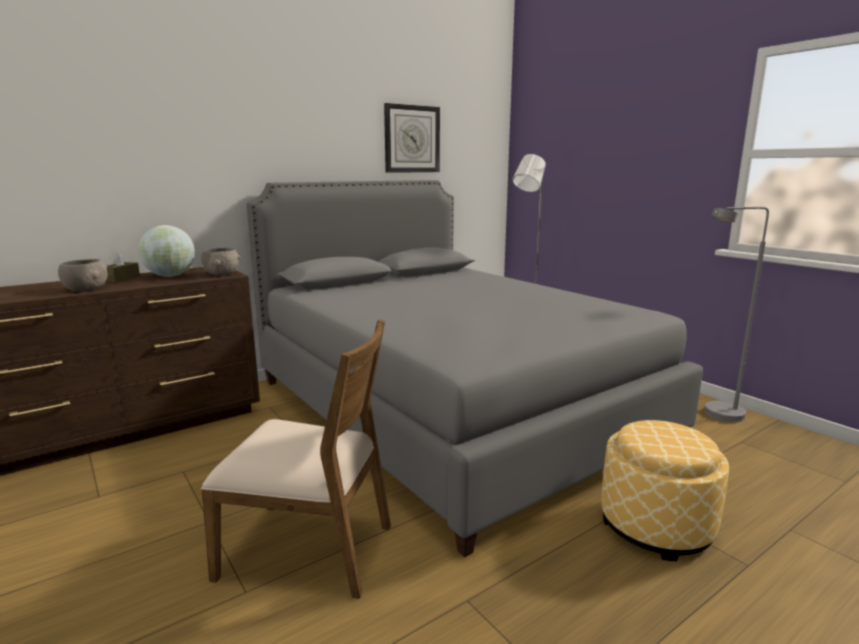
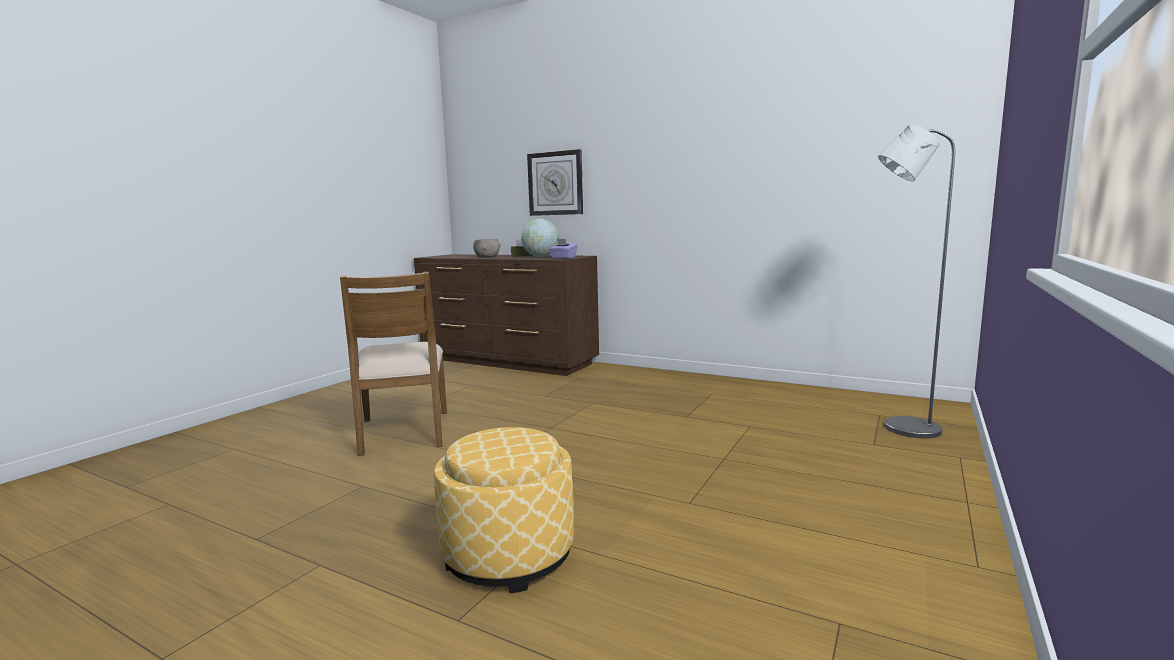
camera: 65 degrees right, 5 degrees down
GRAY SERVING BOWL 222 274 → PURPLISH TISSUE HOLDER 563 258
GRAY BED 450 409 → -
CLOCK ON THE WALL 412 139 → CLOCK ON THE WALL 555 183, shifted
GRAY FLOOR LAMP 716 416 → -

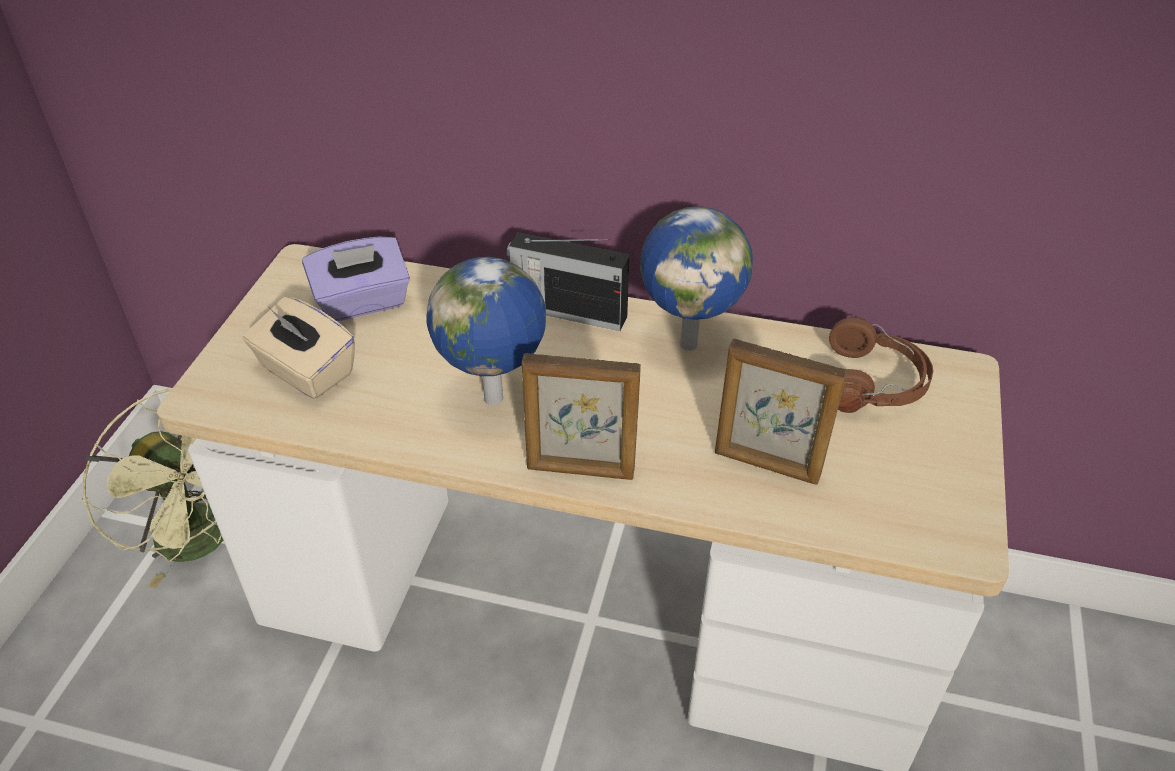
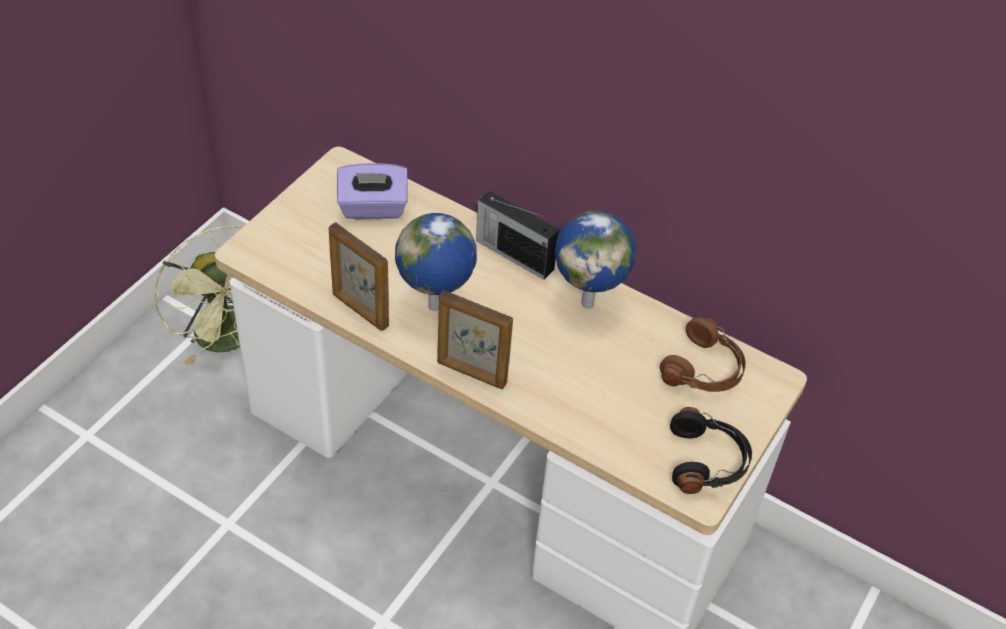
camera: 15 degrees right, 5 degrees up
BEIGE-COLOURED TISSUE HOLDER 306 371 → -
STANDING FRAME 766 465 → STANDING FRAME 360 310, shifted
- → BLACK HEADSET 707 462

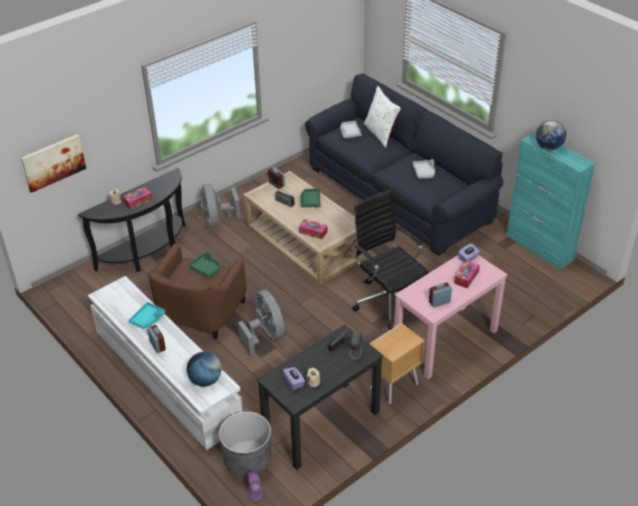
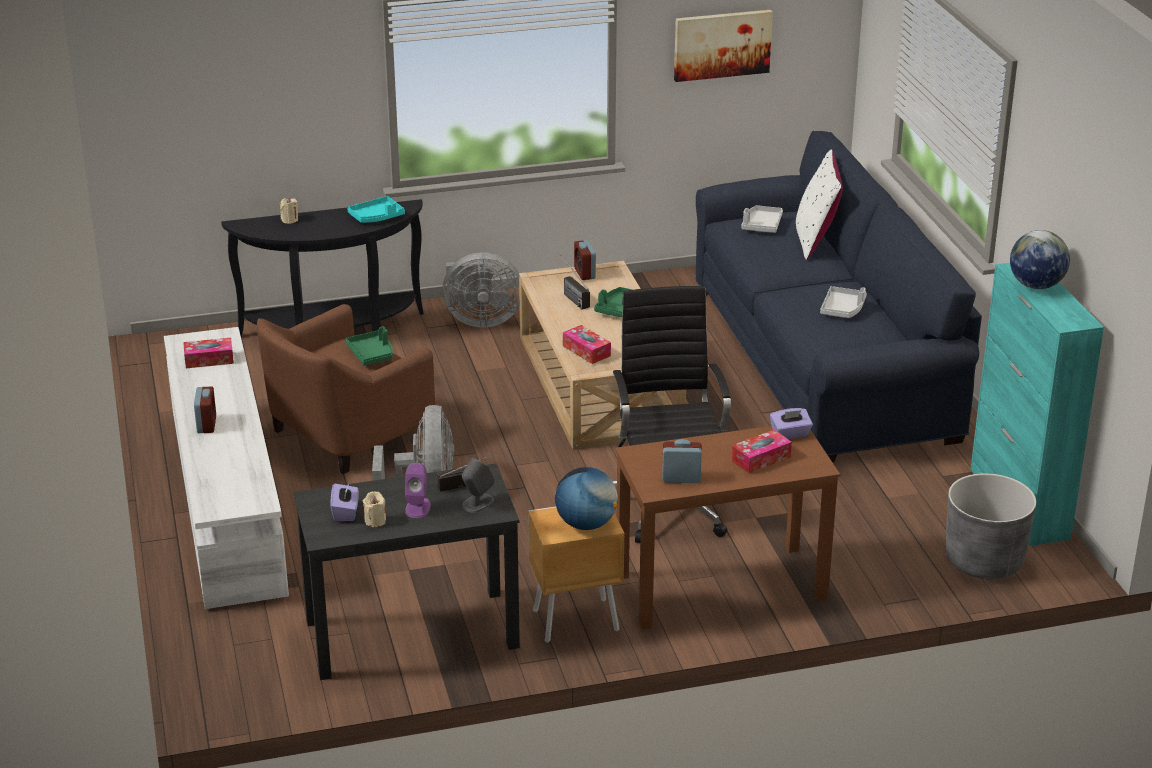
camera: 25 degrees right, 10 degrees down
PICTURE 53 162 → PICTURE 722 44, shifted
TISSUE HOLDER 138 201 → TISSUE HOLDER 209 359, shifted
TURQUOISE-COLOURED SERVING TRAY 148 319 → TURQUOISE-COLOURED SERVING TRAY 377 217, shifted
DESK GLOBE 205 380 → DESK GLOBE 586 524, shifted
GRAY FAN 217 220 → GRAY FAN 480 320, 105 degrees counterclockwise
GRAY FLOWER POT 248 460 → GRAY FLOWER POT 984 560, shifted
PURPLISH AUDIO SPEAKER 254 492 → PURPLISH AUDIO SPEAKER 418 507, shifted
PINK DESK 445 341 → BROWN-COLOURED DESK 720 586

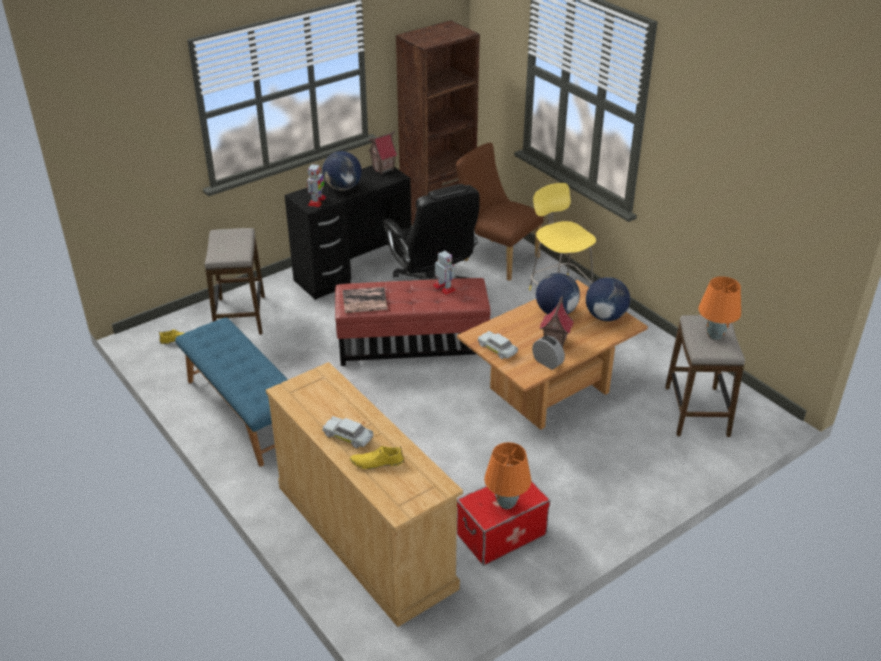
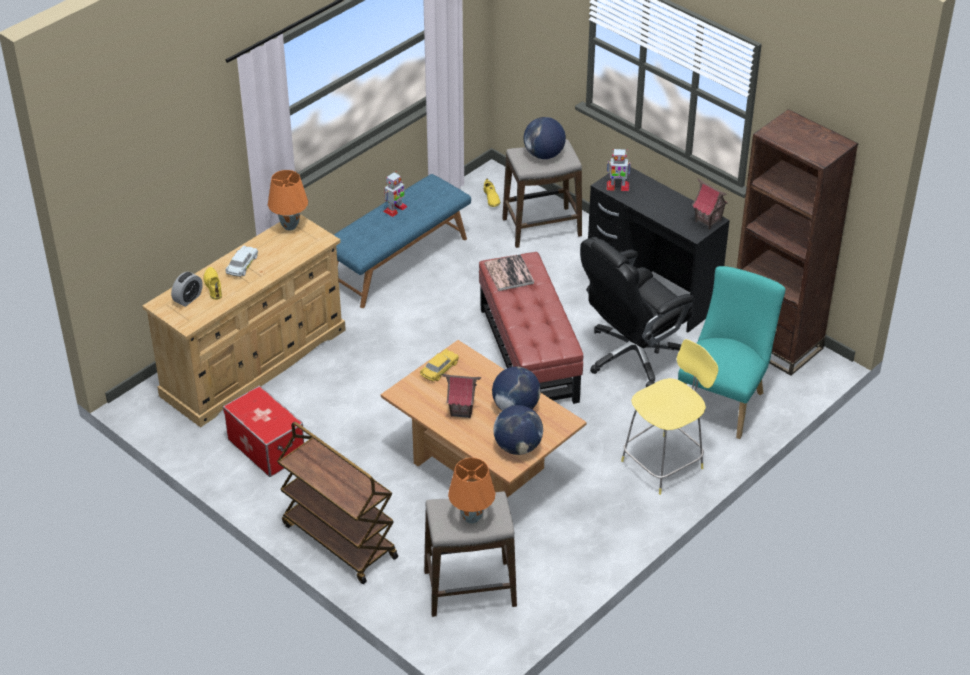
camera: 80 degrees right, 5 degrees up
DESK GLOBE 343 188 → DESK GLOBE 544 155, shifted
ROBOT FIGURE 444 288 → ROBOT FIGURE 395 209, shifted
BROWN-COLOURED PLAIN CHAIR 496 257 → TURQUOISE-COLOURED PLAIN CHAIR 724 401
WHITE-COLOURED MINIATURE CAR 497 349 → YELLOW-COLOURED MINIATURE CAR 439 369
ORANGE TABLETOP LAMP 506 503 → ORANGE TABLETOP LAMP 290 226, shifted
BEDSIDE CLOCK 547 362 → BEDSIDE CLOCK 188 299, shifted
- → BROWN-COLOURED TROLLEY 338 541

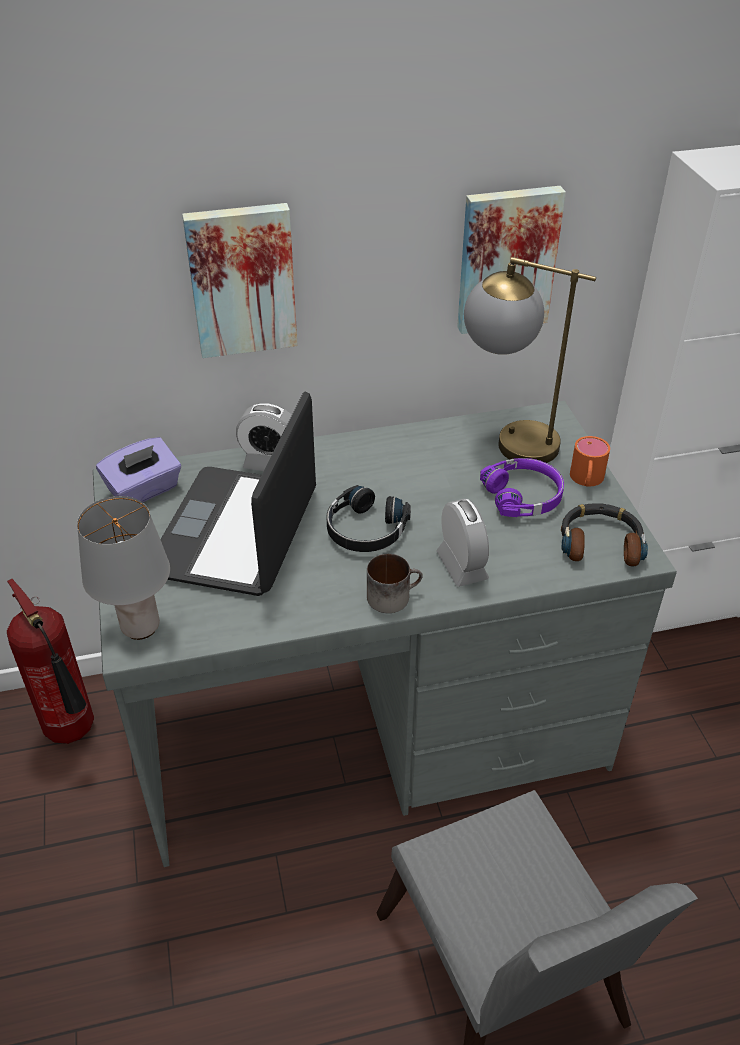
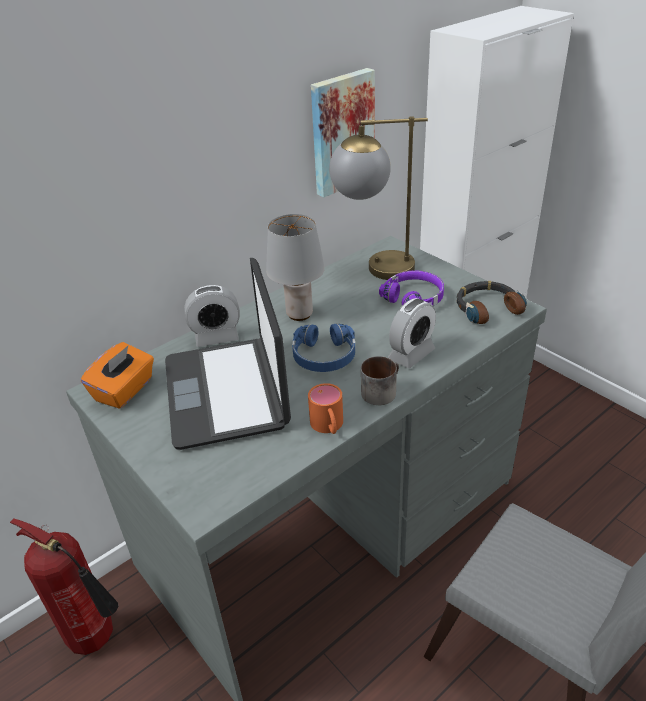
camera: 25 degrees left, 5 degrees down
GRAY TABLETOP LAMP 141 627 → GRAY TABLETOP LAMP 300 314, shifted
PURPLISH TISSUE HOLDER 144 490 → ORANGE TISSUE HOLDER 125 390
PICTURE 242 279 → -
BLACK HEADSET 365 530 → BLUE HEADSET 324 356
BEDSIDE CLOCK 462 566 → BEDSIDE CLOCK 411 354, 90 degrees clockwise
ORANGE COFFEE MUG 586 480 → ORANGE COFFEE MUG 328 426, shifted

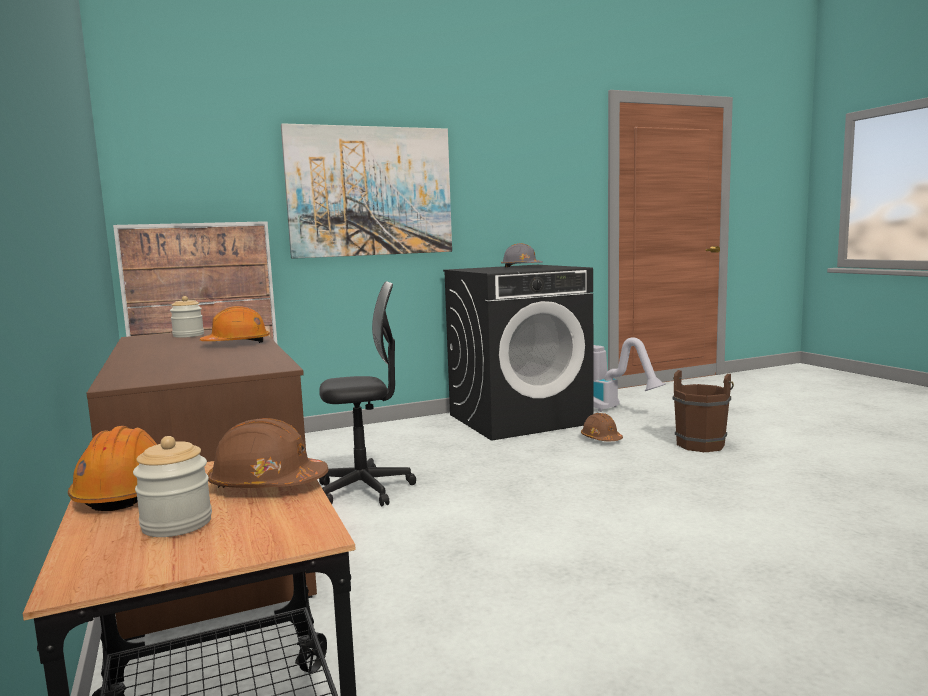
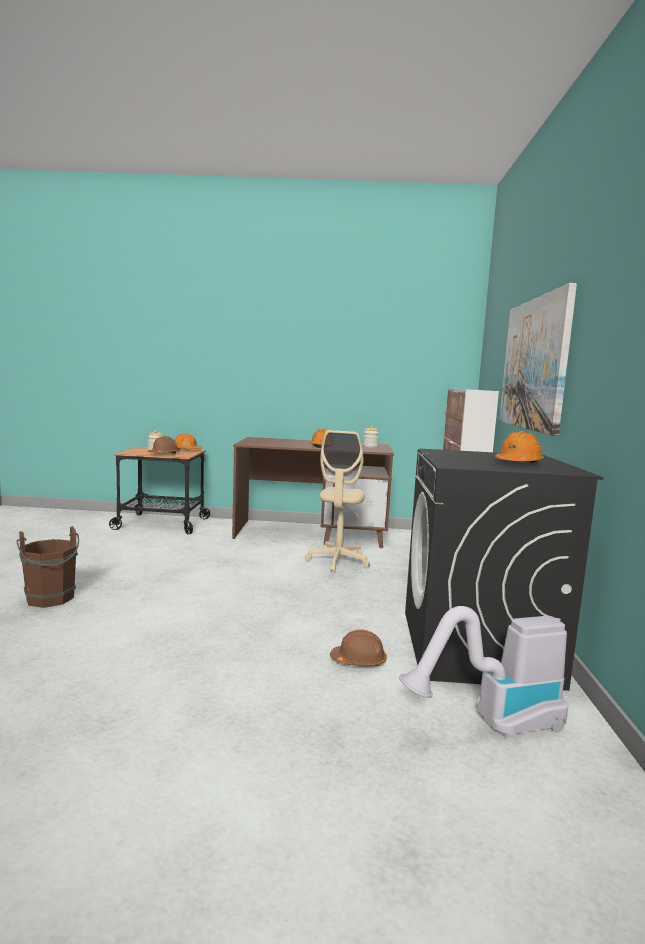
camera: 115 degrees right, 0 degrees up
BLACK OFFICE CHAIR 365 490 → BEIGE-COLOURED OFFICE CHAIR 338 561
GRAY HARD HAT 521 267 → ORANGE HARD HAT 518 463
BROWN-COLOURED BUCKET 701 444 → BROWN-COLOURED BUCKET 50 600, shifted

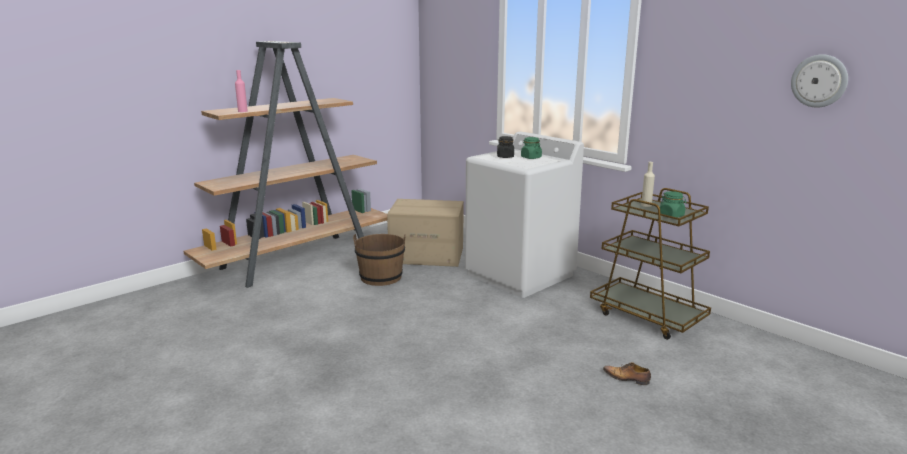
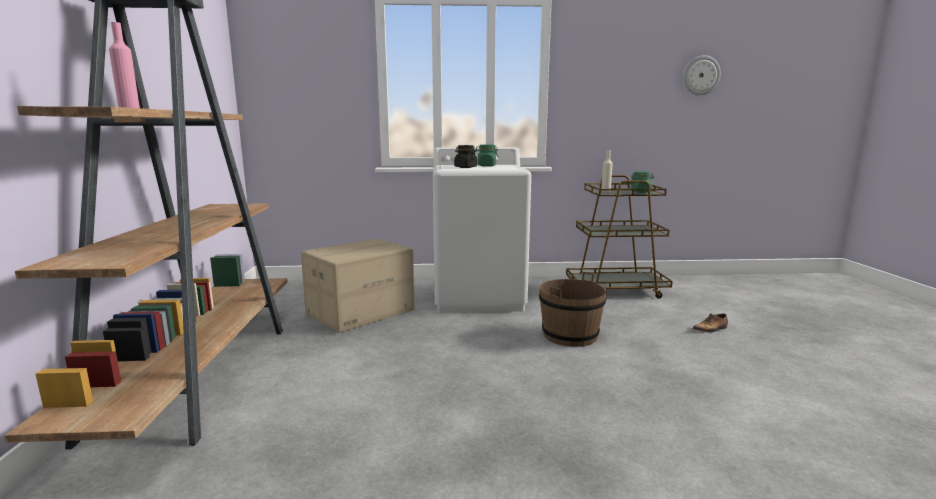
camera: 50 degrees left, 5 degrees down
BROWN-COLOURED BUCKET 381 277 → BROWN-COLOURED BUCKET 569 335, shifted

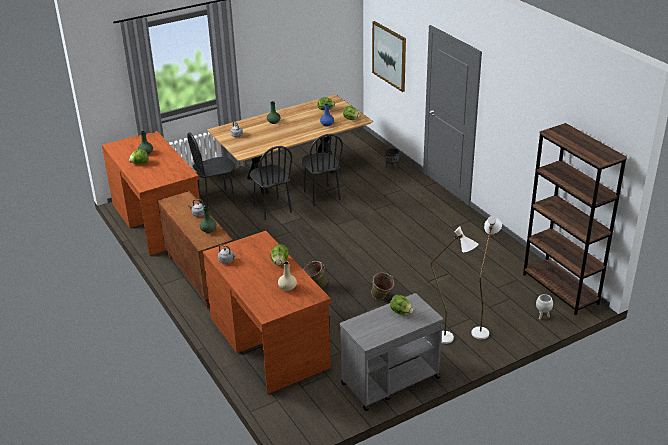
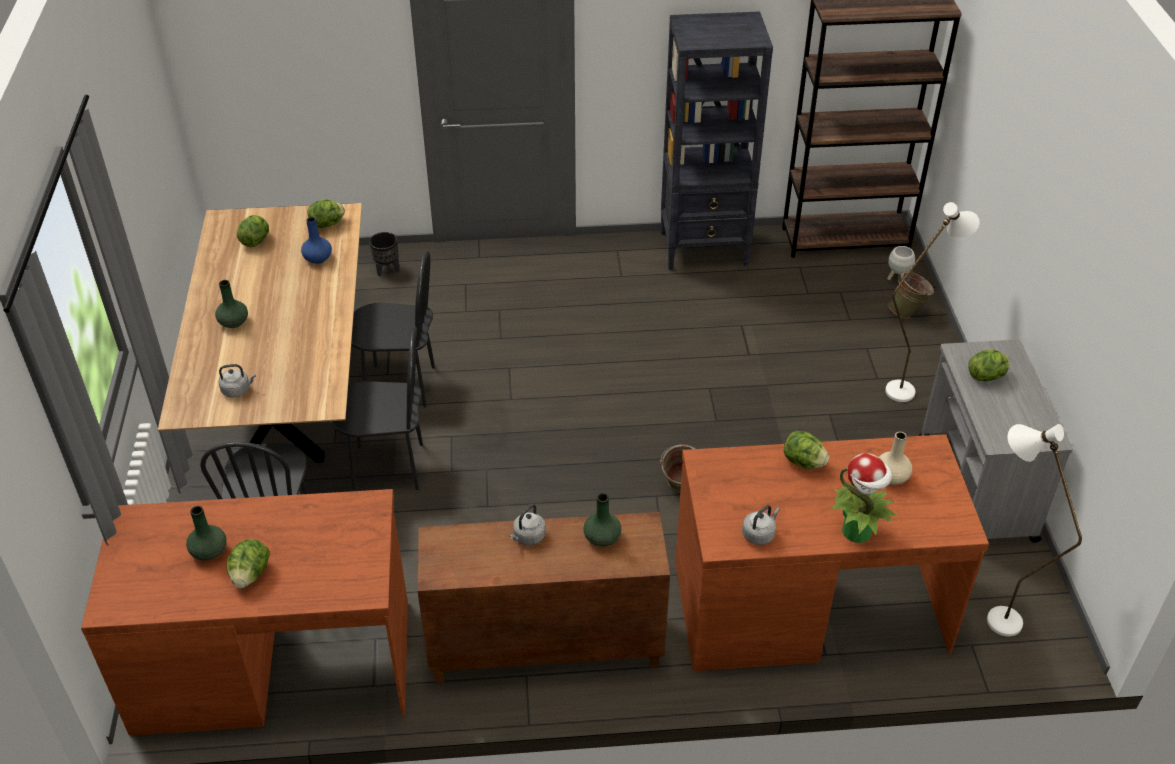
camera: 65 degrees left, 10 degrees up
GREENISH BUCKET 381 298 → GREENISH BUCKET 908 312, shifted
PICTURE 389 56 → -
WHITE-COLOURED FLOOR LAMP 481 329 → WHITE-COLOURED FLOOR LAMP 992 614, shifted
- → BLACK SHELVING UNIT 704 249
- → PLANT IN A POT 858 531

